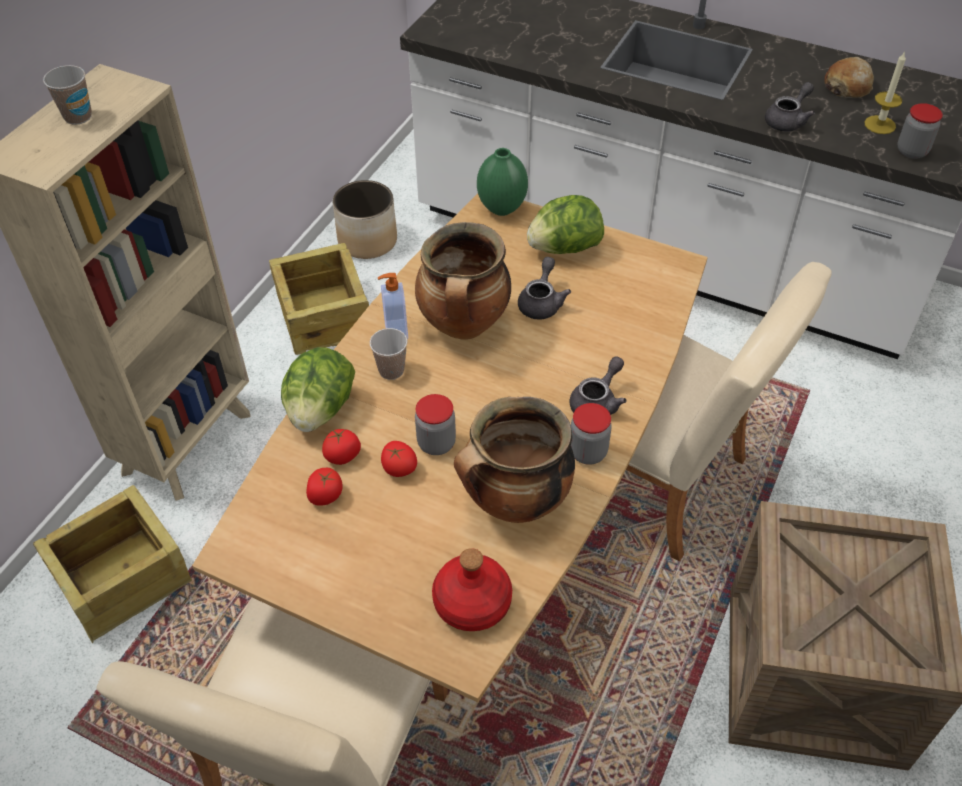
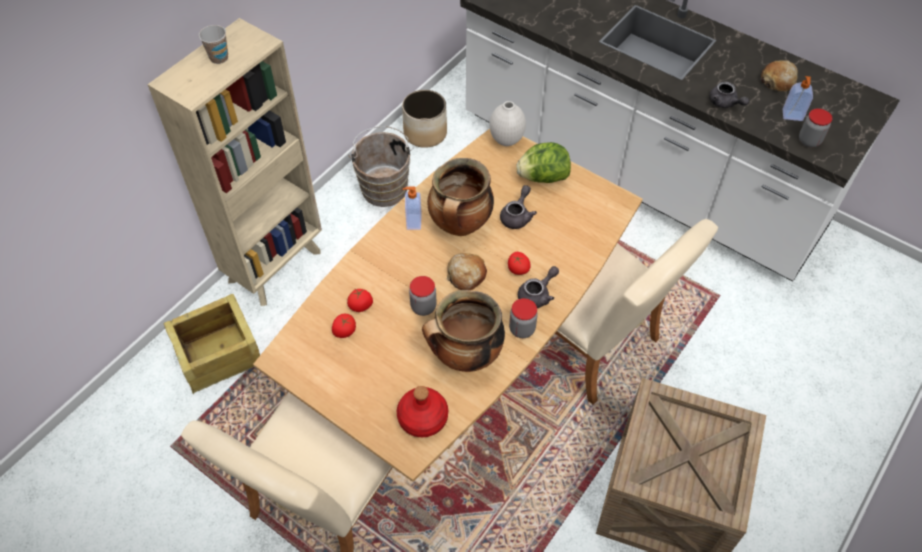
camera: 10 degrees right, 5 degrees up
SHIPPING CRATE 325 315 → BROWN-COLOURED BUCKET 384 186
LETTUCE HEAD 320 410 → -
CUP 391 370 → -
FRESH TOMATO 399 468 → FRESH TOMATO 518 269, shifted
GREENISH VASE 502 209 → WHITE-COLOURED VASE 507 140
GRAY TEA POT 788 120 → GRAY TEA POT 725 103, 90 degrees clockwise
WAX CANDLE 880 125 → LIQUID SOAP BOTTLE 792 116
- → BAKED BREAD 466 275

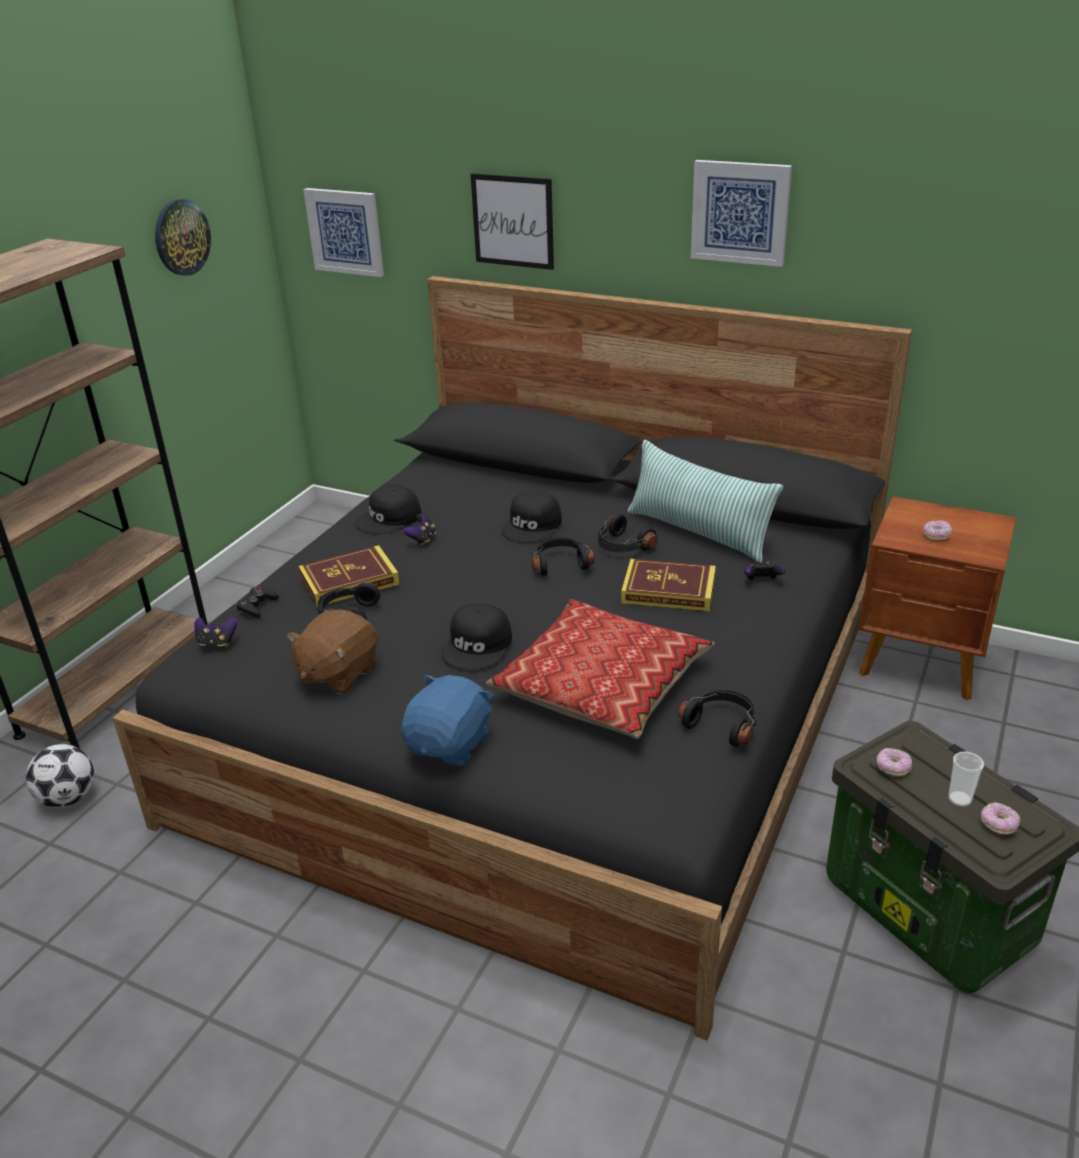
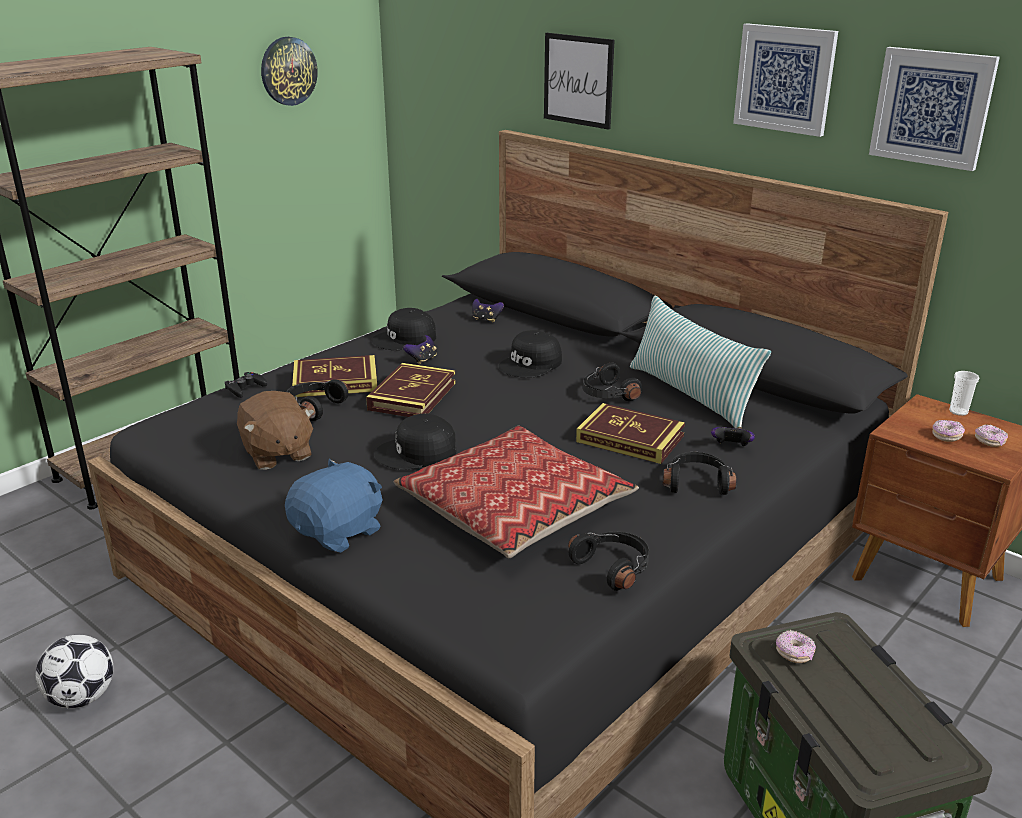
camera: 15 degrees right, 5 degrees down
FOOTBALL 68 798 → FOOTBALL 82 697, shifted
GAME CONTROLLER 217 642 → GAME CONTROLLER 486 319, shifted
BROWN-COLOURED CUDDLY TOY 337 673 → BROWN-COLOURED CUDDLY TOY 277 453, 75 degrees counterclockwise
PICTURE 345 231 → PICTURE 932 107, shifted
BLACK CAP 478 645 → BLACK CAP 417 453, 45 degrees clockwise
BLACK HEADSET 560 563 → BLACK HEADSET 696 482, shifted
CUP 959 799 → CUP 958 411, shifted
RING DOUGHNUT 998 825 → RING DOUGHNUT 989 442, shifted
- → BOUND BOOK 412 396

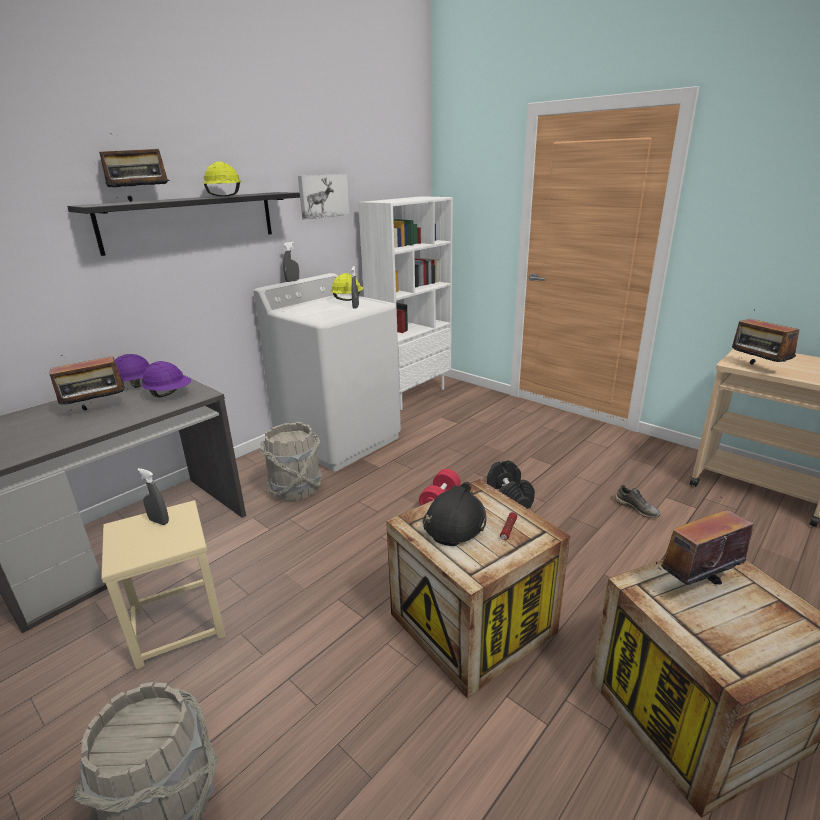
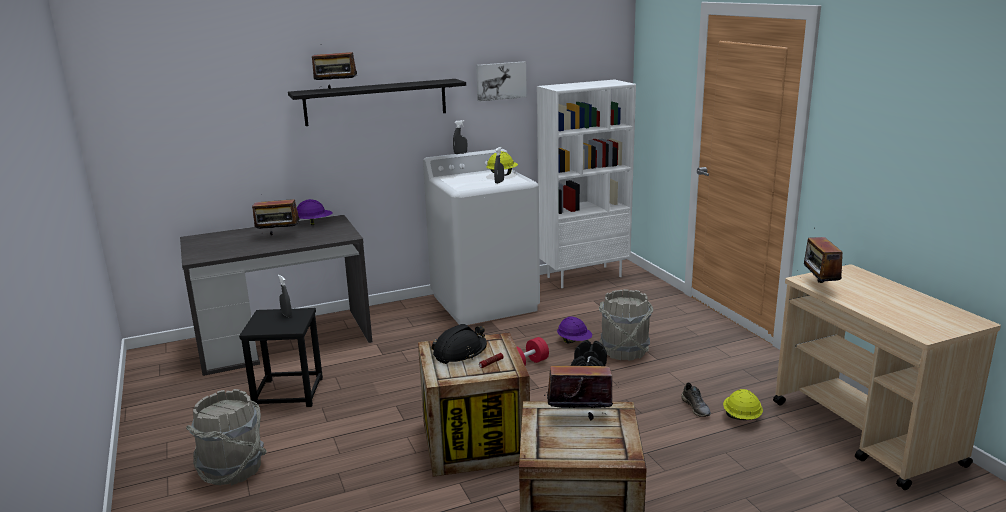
camera: 25 degrees right, 5 degrees down
BEIGE-COLOURED SITTING STOOL 177 624 → BLACK SITTING STOOL 288 393
PURPLISH HARD HAT 169 394 → PURPLISH HARD HAT 574 342, shifted
YELLOW-COLOURED HARD HAT 224 196 → YELLOW-COLOURED HARD HAT 741 417, shifted
GRAY BUCKET 296 488 → GRAY BUCKET 624 351, shifted

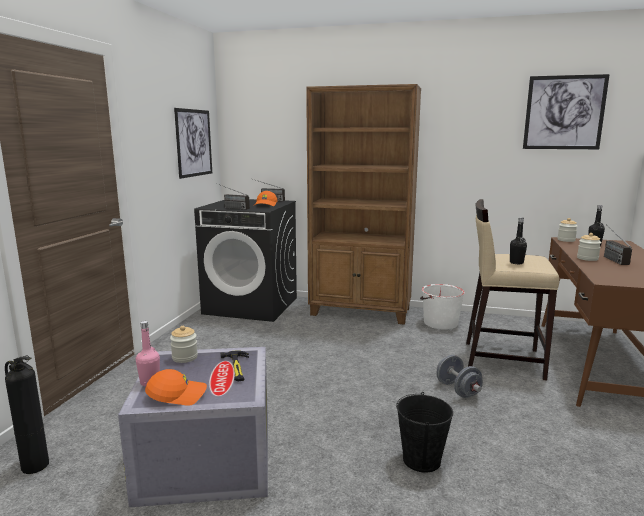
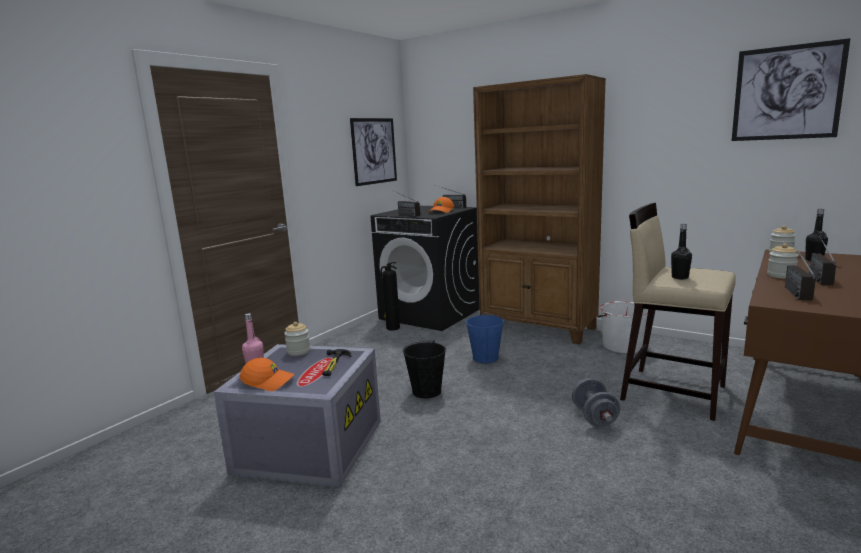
camera: 20 degrees right, 0 degrees up
FIRE-FIGHTING CYLINDER 34 465 → FIRE-FIGHTING CYLINDER 392 328, shifted
BLACK BUCKET 422 459 → BLACK BUCKET 427 391, shifted
- → BLUE BUCKET 485 358
- → RADIO 792 290

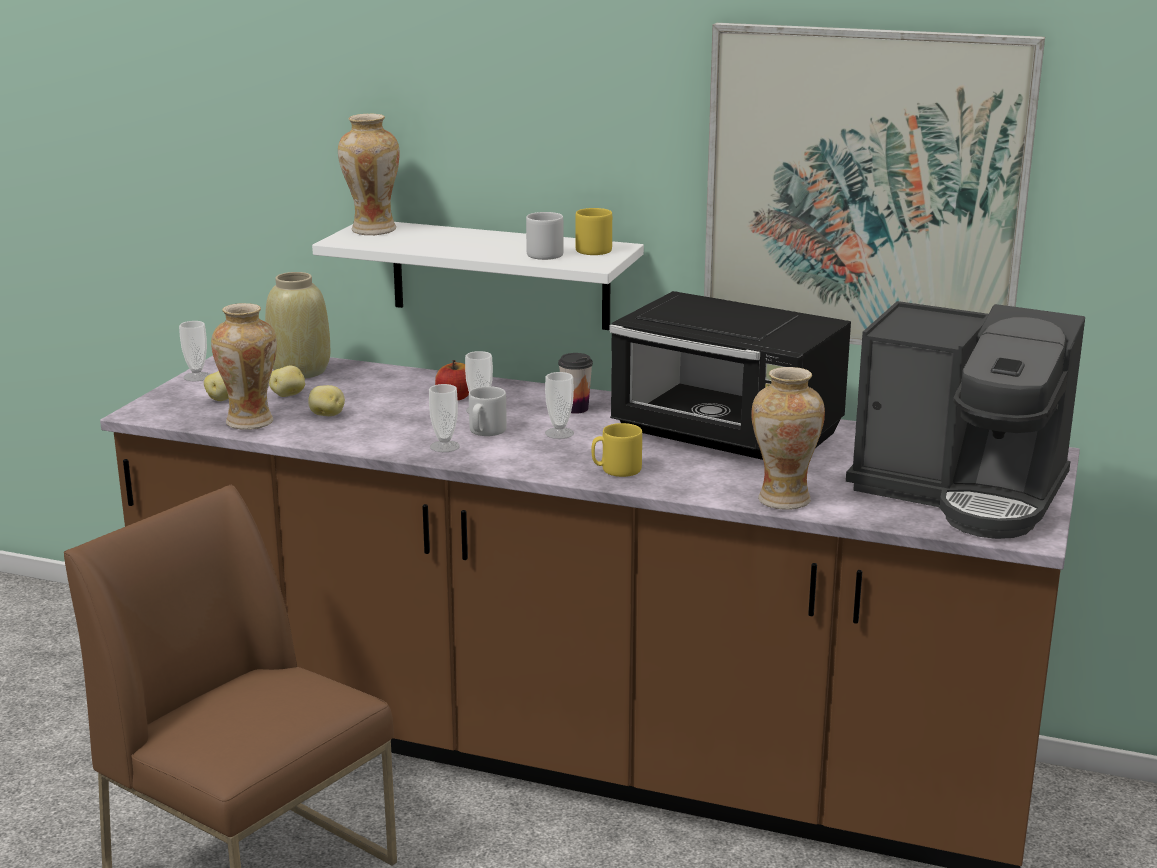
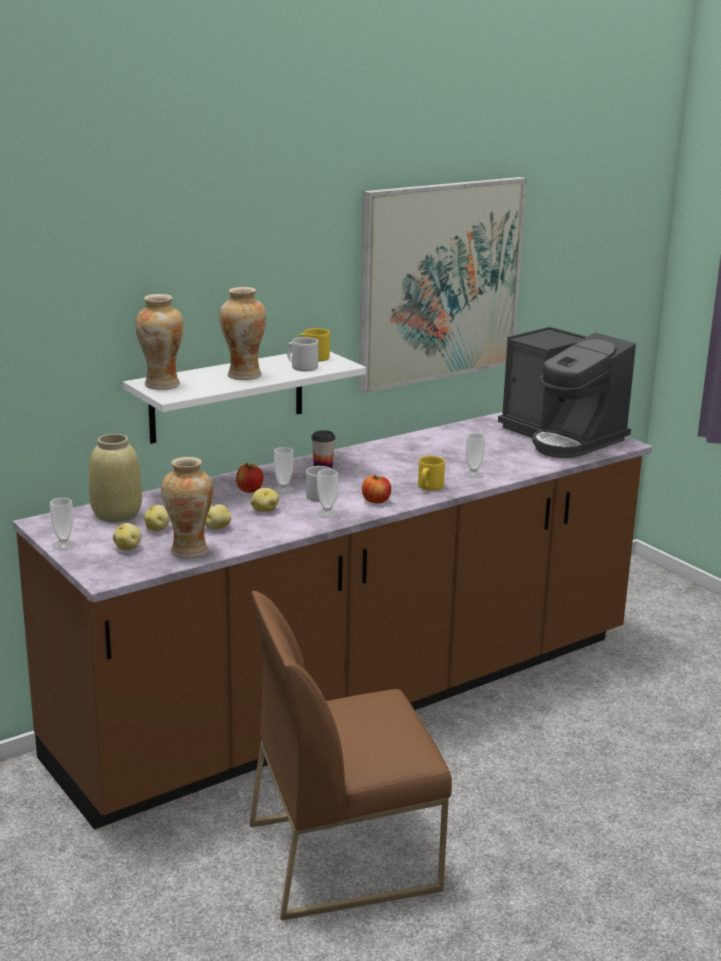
camera: 55 degrees left, 0 degrees up
CUP 559 433 → CUP 473 474, shifted
BLACK MICROWAVE 728 437 → -
VASE 783 499 → VASE 243 375, shifted
COFFEE BREWER 961 492 → COFFEE BREWER 562 437, 75 degrees clockwise
- → SPUD 264 510
- → APPLE 376 501

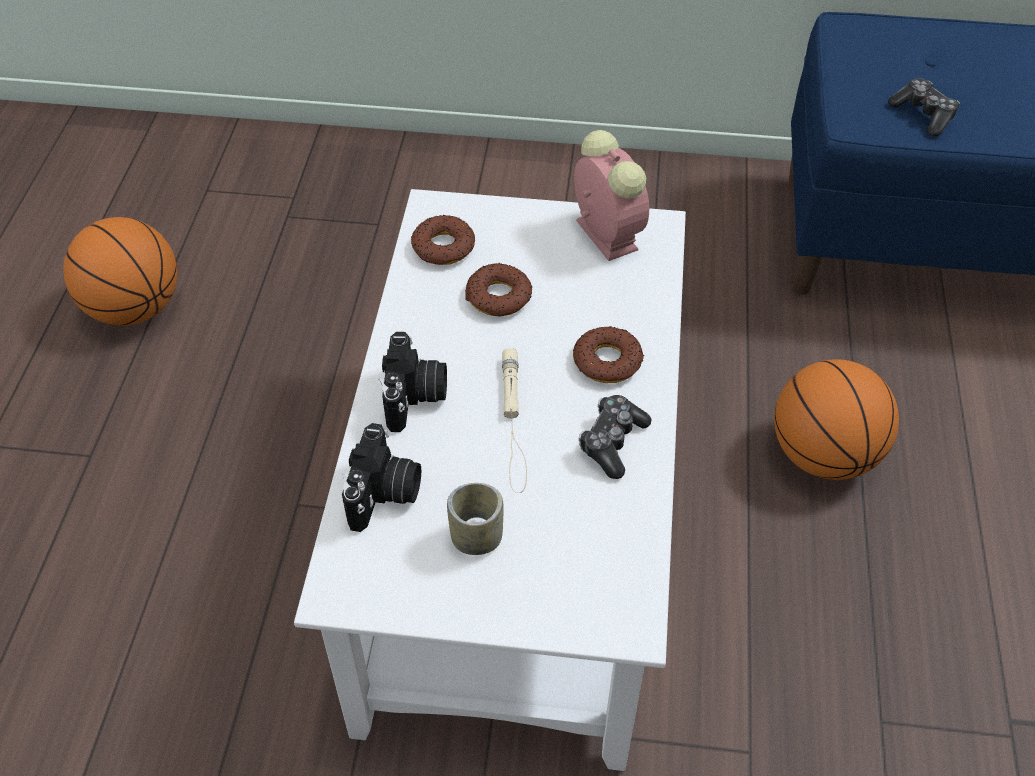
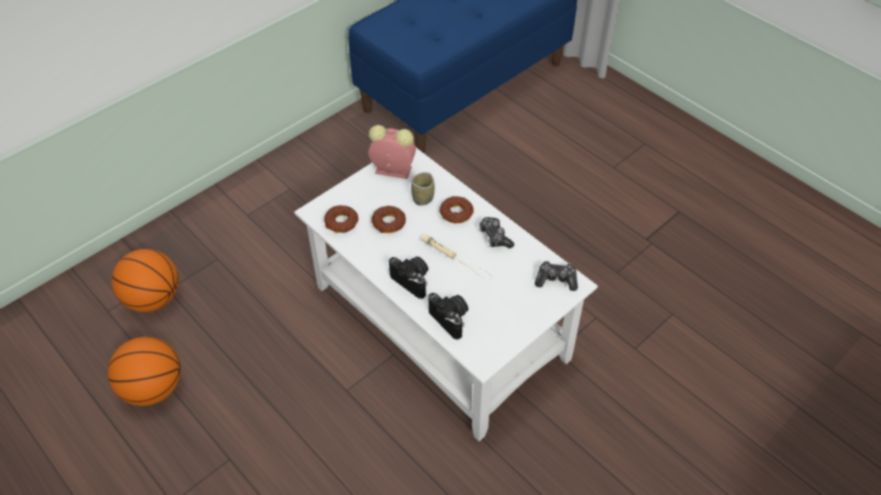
camera: 50 degrees left, 0 degrees up
CUP 476 538 → CUP 423 198, shifted
BALL FOR BASKETBALL 823 454 → BALL FOR BASKETBALL 154 299, shifted
GAME CONTROLLER 923 115 → GAME CONTROLLER 556 280, shifted

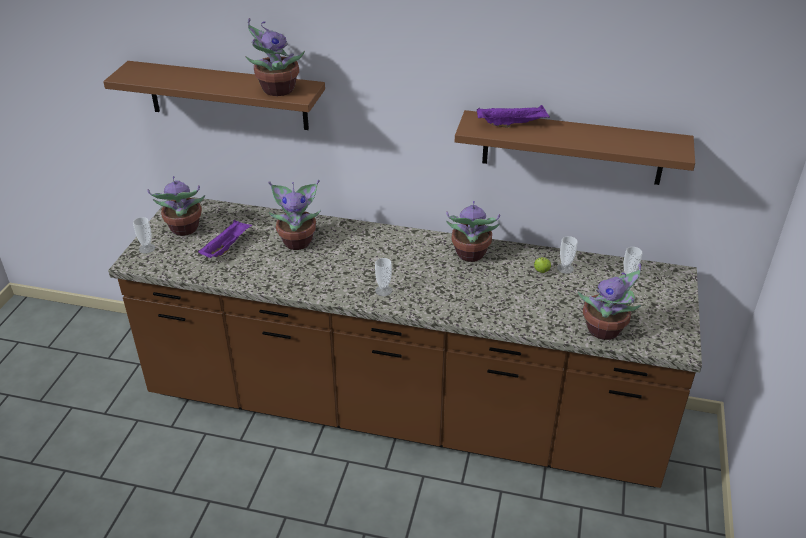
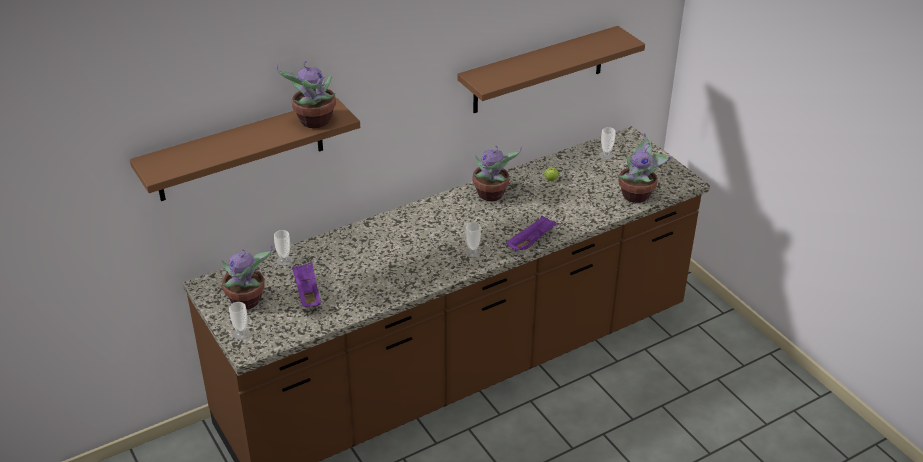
camera: 45 degrees left, 0 degrees up
PLANT IN A POT 298 241 → -
PURPLISH SERVING TRAY 512 124 → PURPLISH SERVING TRAY 531 241, shifted
CUP 565 268 → CUP 284 260, shifted

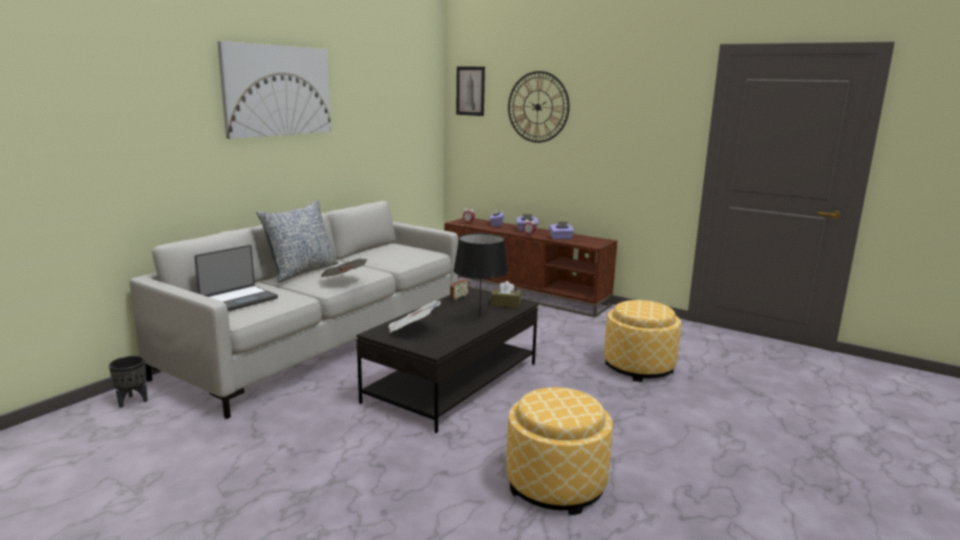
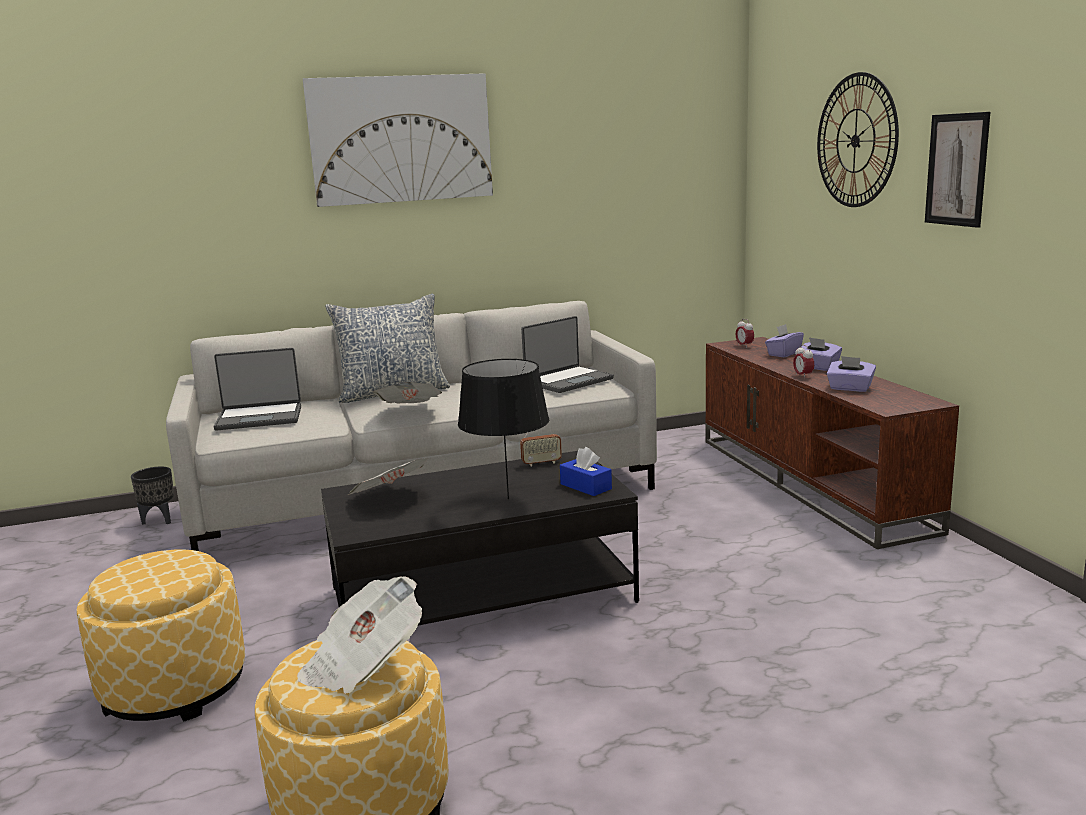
camera: 40 degrees right, 0 degrees up
PICTURE 470 91 → PICTURE 957 169, shifted
BROWN-COLOURED TISSUE HOLDER 505 304 → BLUE TISSUE HOLDER 586 486
FOOTREST 638 367 → FOOTREST 174 687, shifted
- → DAILY PAPER 362 664
- → LAPTOP 568 381

